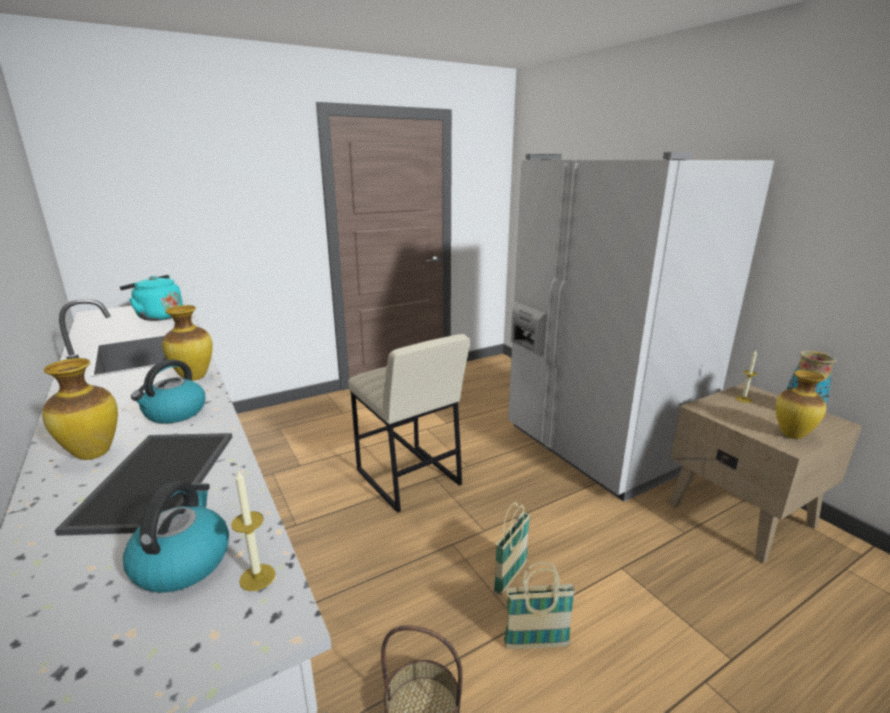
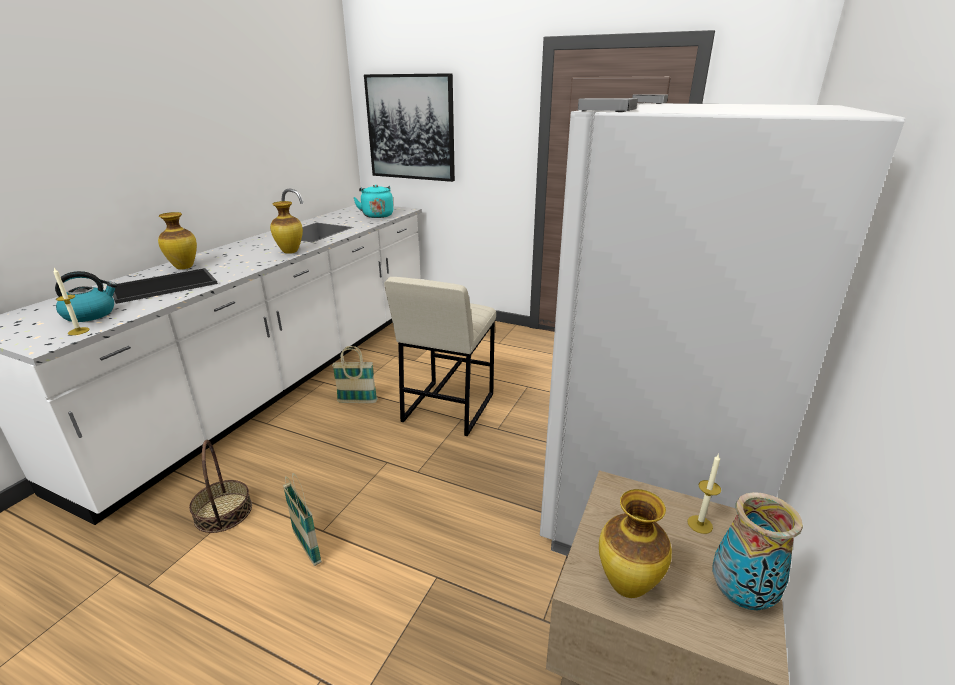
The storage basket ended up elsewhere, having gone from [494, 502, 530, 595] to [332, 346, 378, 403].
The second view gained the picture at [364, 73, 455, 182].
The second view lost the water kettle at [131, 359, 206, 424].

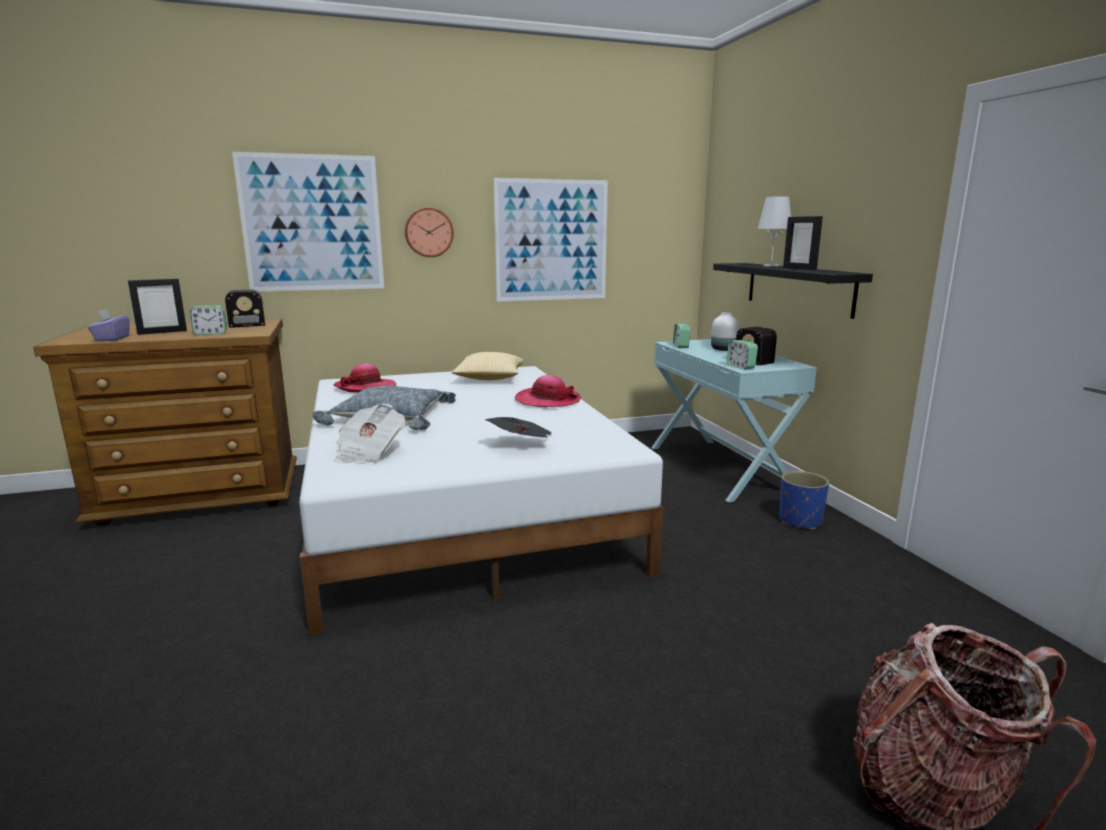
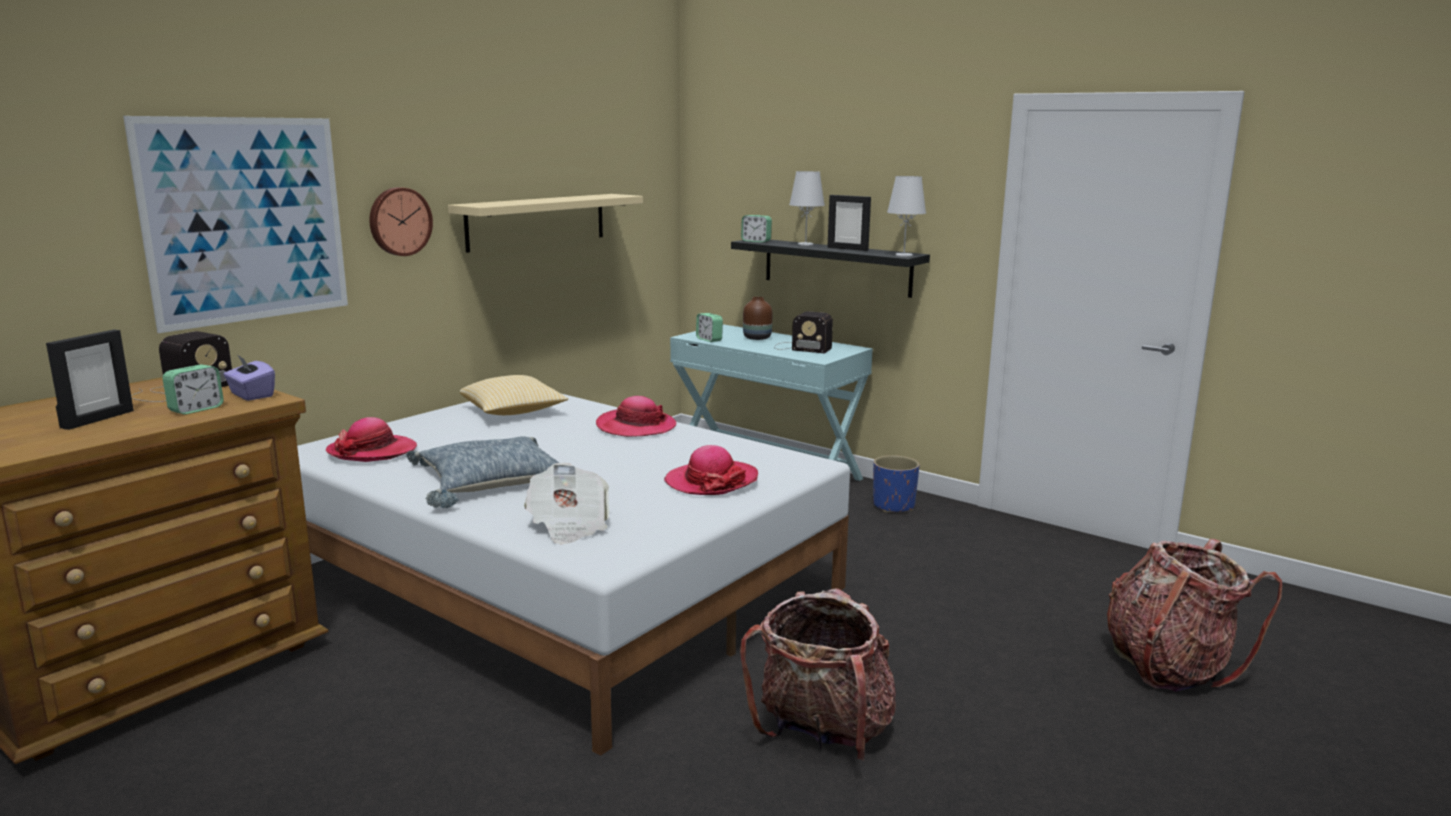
The purple-coloured box of tissues ended up elsewhere, having gone from [88, 309, 130, 341] to [223, 356, 275, 401].
Where the picture hung at [493, 178, 608, 302], the sand-coloured shelf came to hang at [448, 194, 643, 253].
Where the printed paper stood at [485, 417, 553, 437], the hat came to stand at [664, 445, 758, 495].
The second view gained the backpack at [740, 588, 896, 761].
The alarm clock ended up elsewhere, having gone from [727, 340, 758, 369] to [741, 215, 772, 243].
What was the white decorative vase at [711, 313, 739, 351] turned into the brownish decorative vase at [743, 297, 772, 340].
The second view gained the white tabletop lamp at [887, 176, 926, 257].

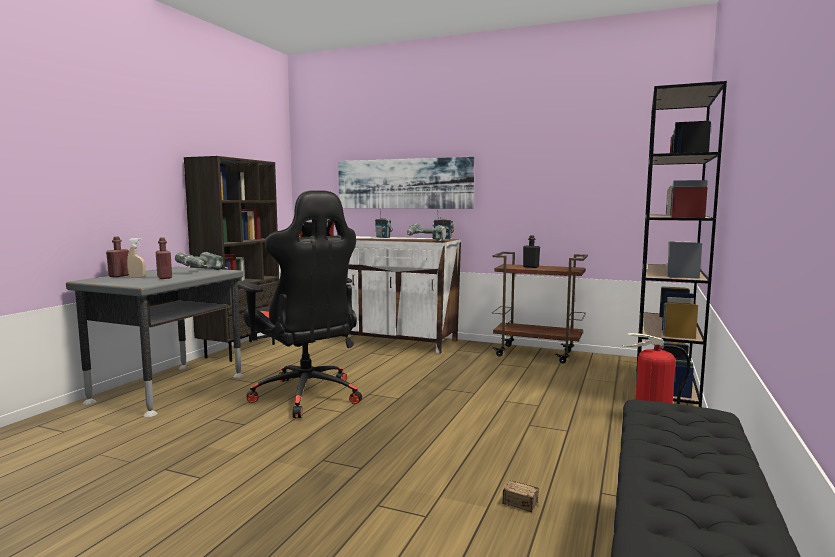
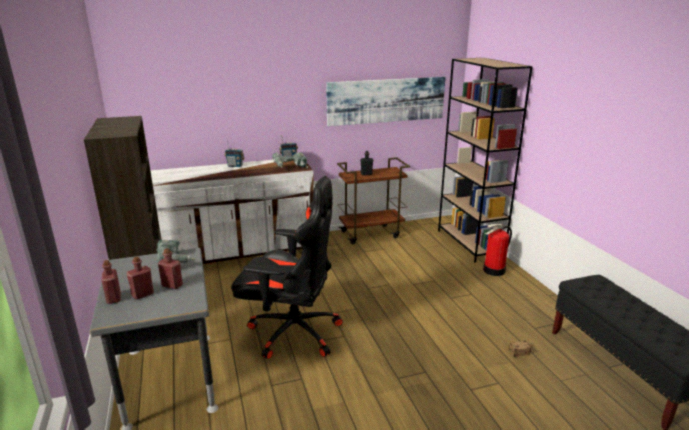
Where the sand-coloured hand sprayer stood at [127, 238, 146, 278], the red-coloured beverage bottle came to stand at [127, 257, 154, 299].
The picture ended up elsewhere, having gone from [338, 157, 474, 209] to [326, 77, 446, 126].

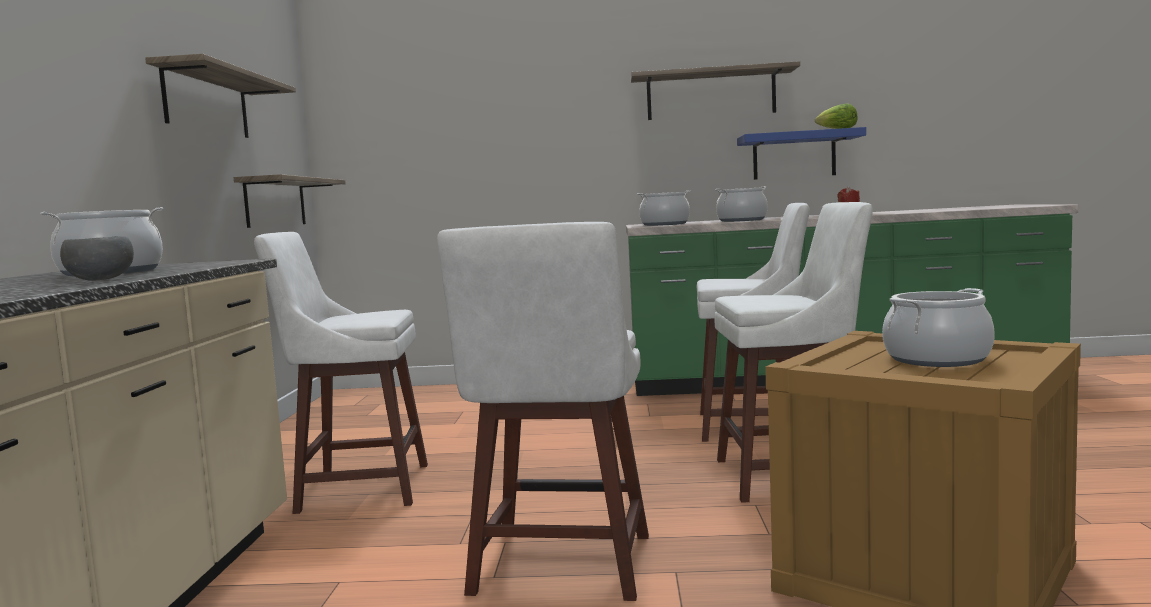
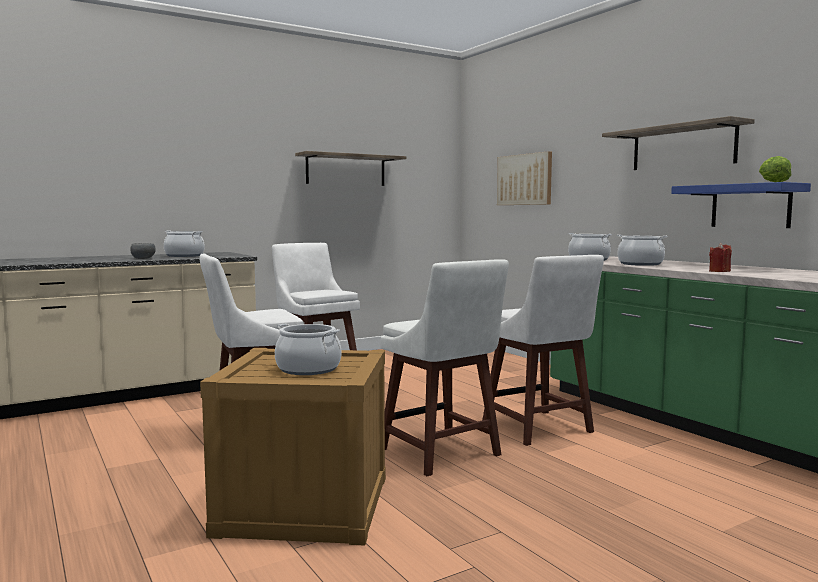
The second view gained the picture at [497, 151, 552, 205].
The second view lost the shelf at [234, 174, 346, 228].

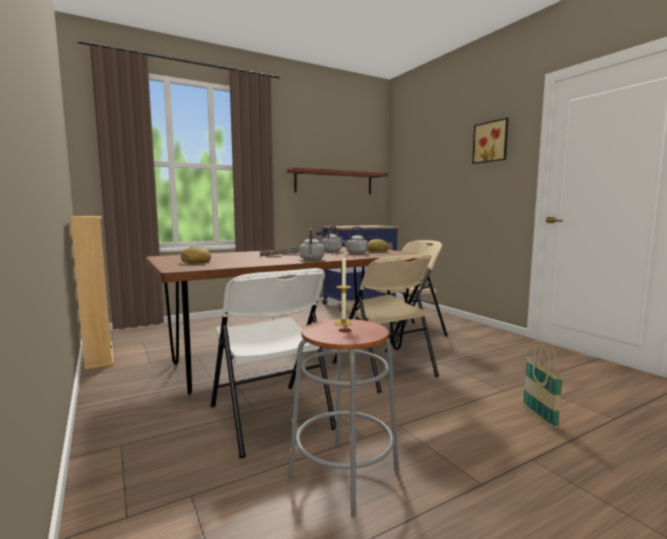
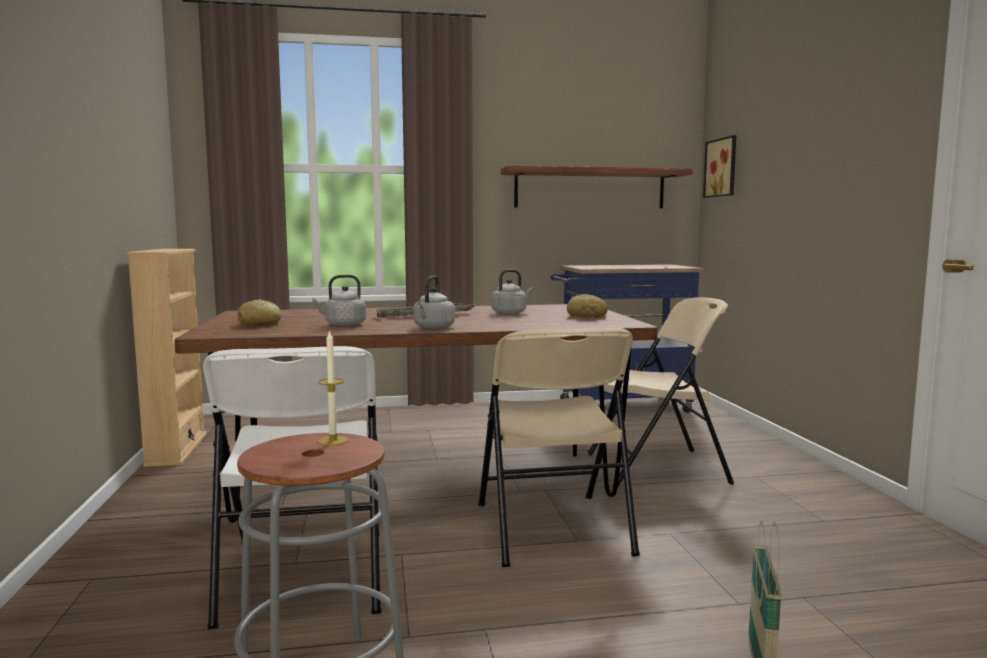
The gray water kettle ended up elsewhere, having gone from [342, 226, 368, 254] to [312, 275, 366, 326].
The picture ended up elsewhere, having gone from [472, 118, 508, 164] to [703, 135, 736, 198].

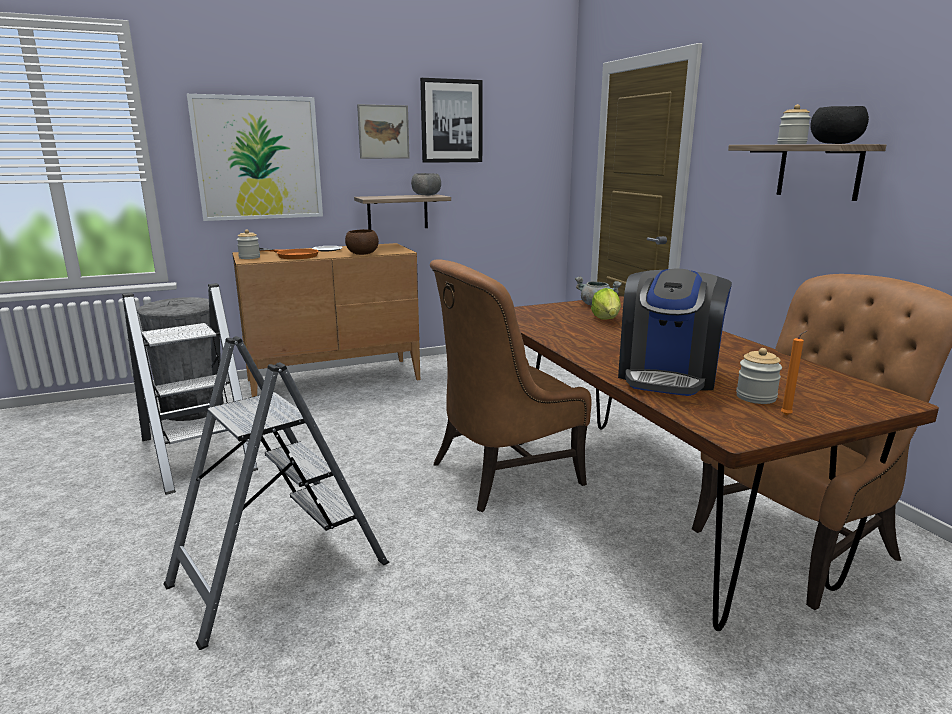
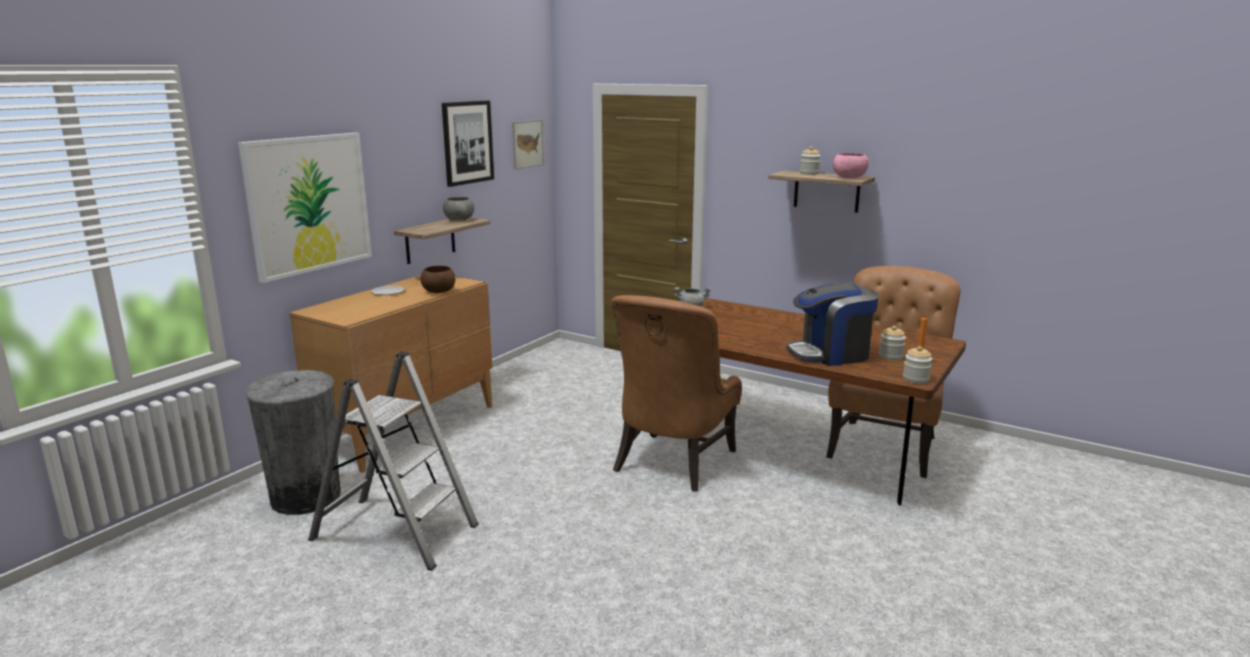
The picture ended up elsewhere, having gone from [357, 104, 410, 159] to [512, 119, 544, 169].
The coffee brewer at [618, 268, 732, 396] ended up facing another way, 90 degrees clockwise from before.
What was the blackish serving bowl at [810, 106, 869, 144] turned into the pink serving bowl at [833, 153, 868, 178].
The jar ended up elsewhere, having gone from [237, 230, 260, 259] to [903, 346, 932, 384].
The second view lost the gray step stool at [163, 336, 390, 650].
The second view lost the orange frying pan at [259, 248, 319, 259].
The second view lost the lettuce at [591, 288, 621, 319].

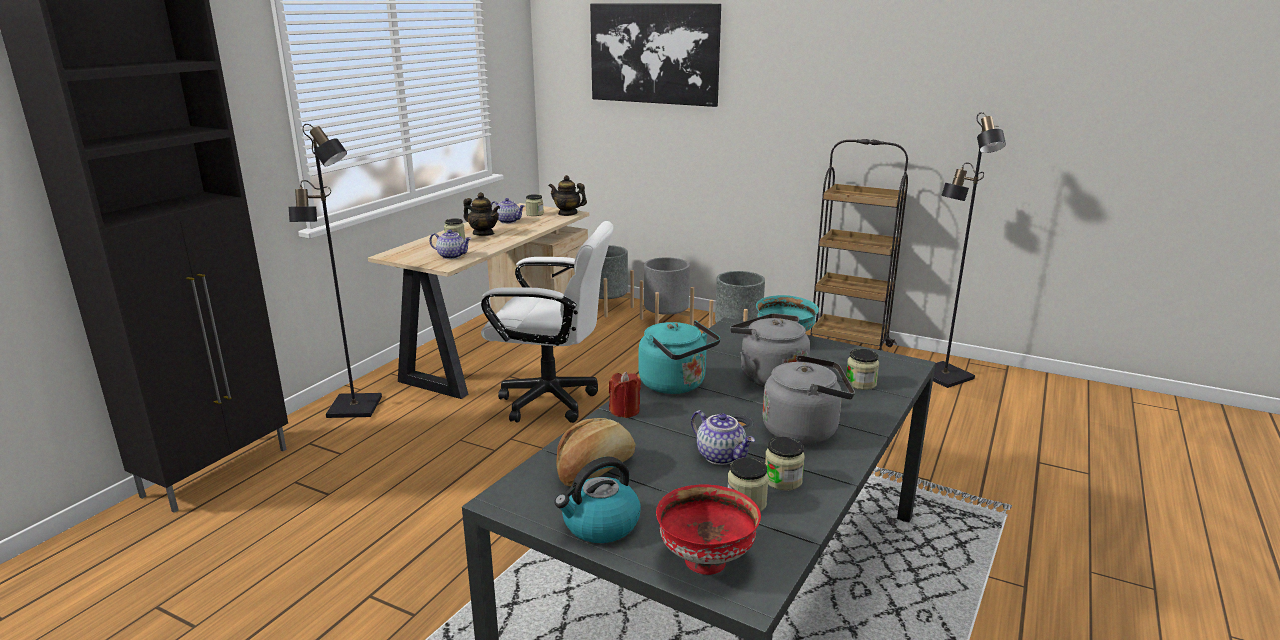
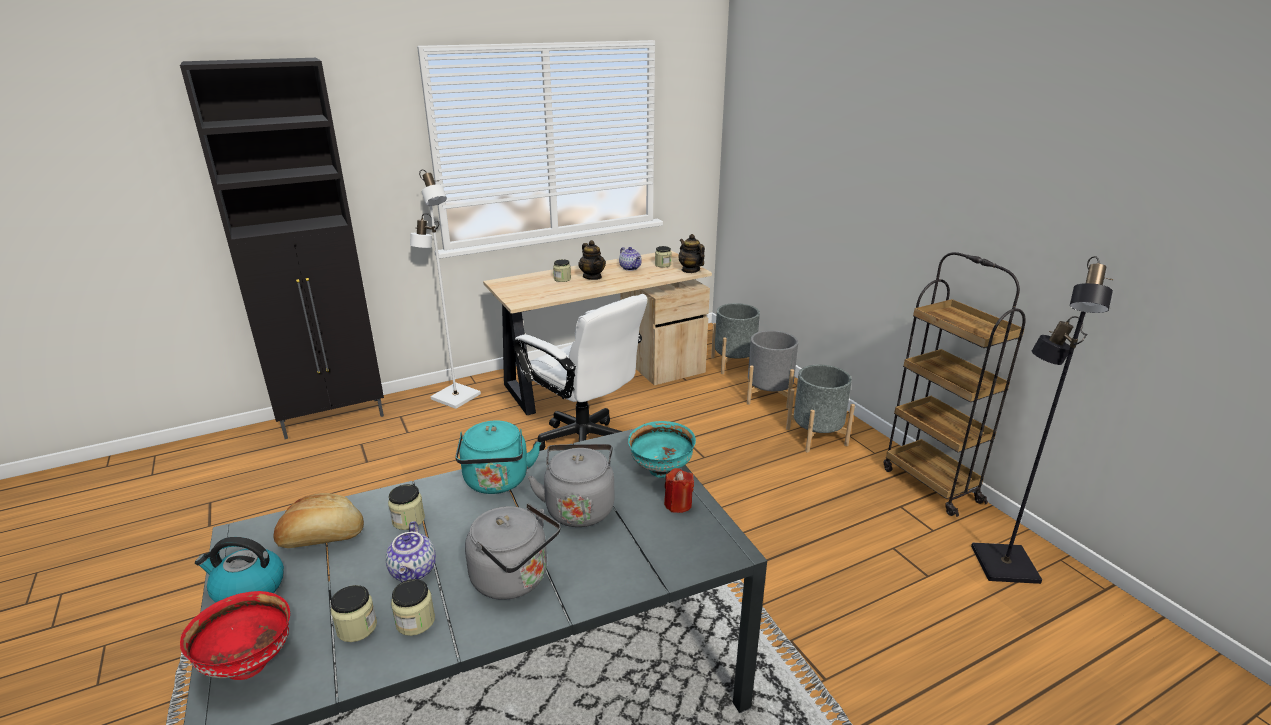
The jar ended up elsewhere, having gone from [846, 349, 879, 390] to [388, 484, 425, 530].
What was the blackish standard lamp at [289, 124, 382, 418] turned into the white standard lamp at [410, 169, 481, 409].
The red-coloured wax candle ended up elsewhere, having gone from [609, 371, 641, 418] to [664, 468, 694, 513].
The second view lost the tea pot at [429, 229, 471, 259].
The second view lost the picture at [590, 3, 721, 107].

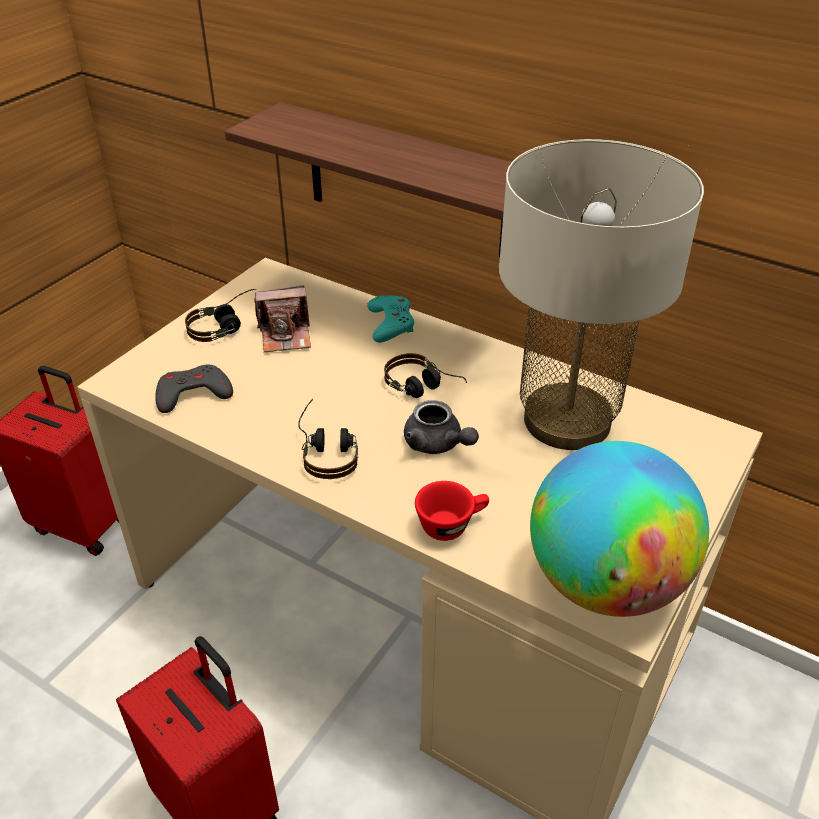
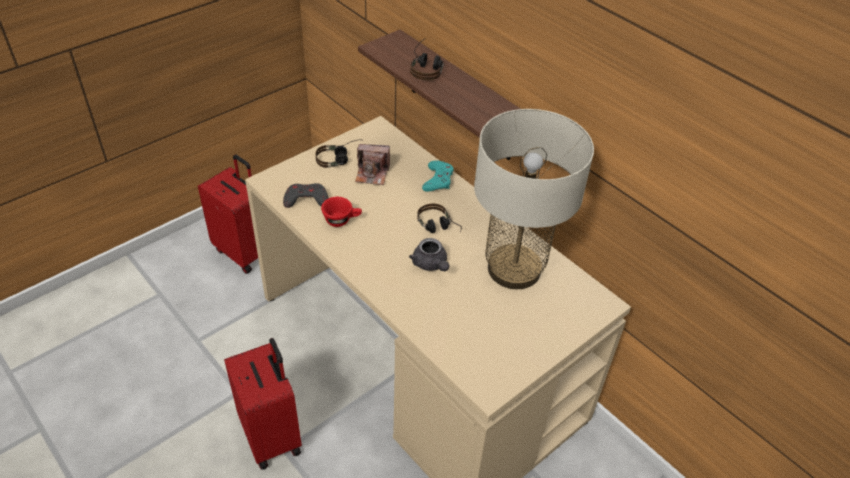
The red-coloured small cup ended up elsewhere, having gone from [415, 481, 489, 541] to [321, 197, 362, 227].
The headphones ended up elsewhere, having gone from [299, 399, 358, 479] to [410, 38, 444, 80].
The second view lost the globe at [530, 441, 709, 617].

